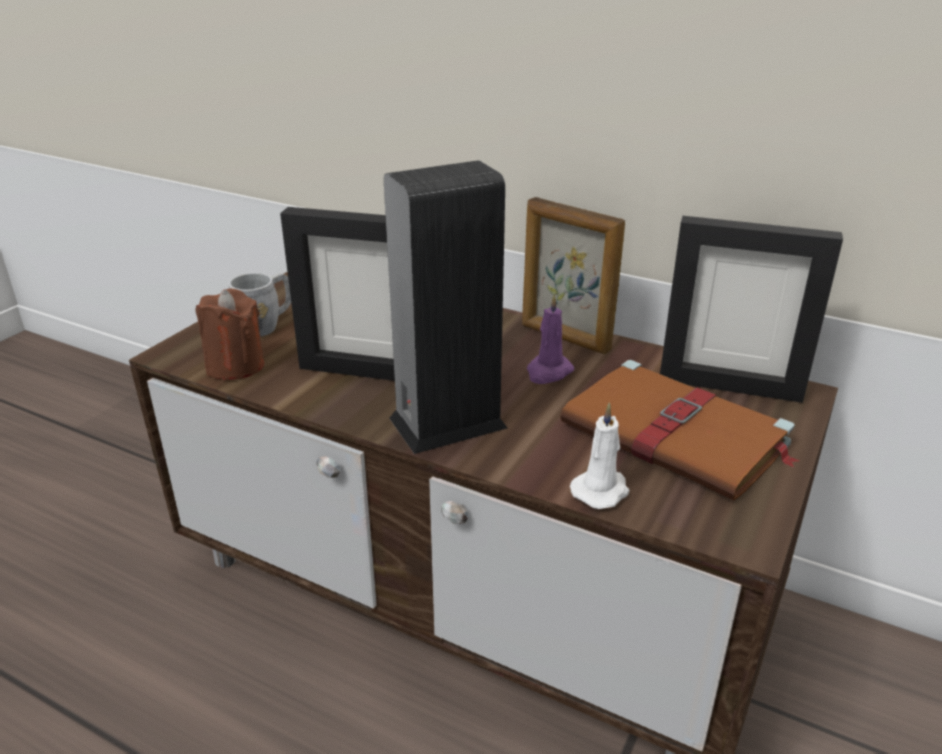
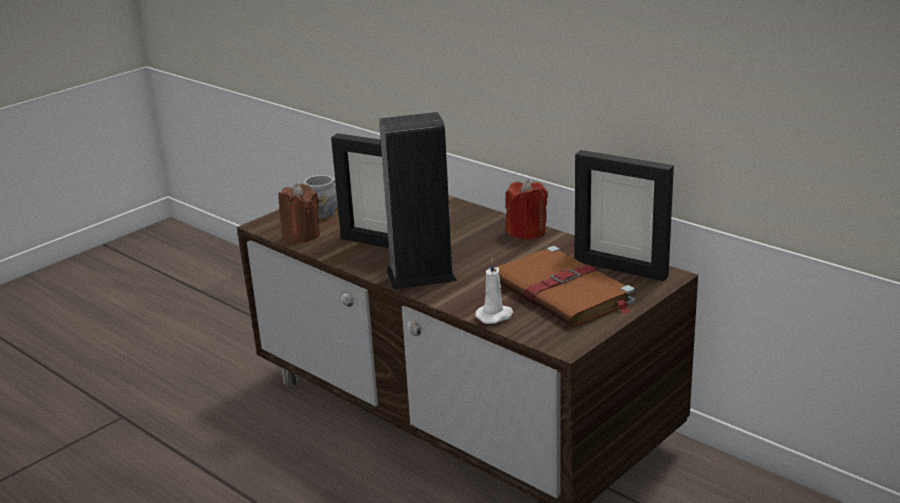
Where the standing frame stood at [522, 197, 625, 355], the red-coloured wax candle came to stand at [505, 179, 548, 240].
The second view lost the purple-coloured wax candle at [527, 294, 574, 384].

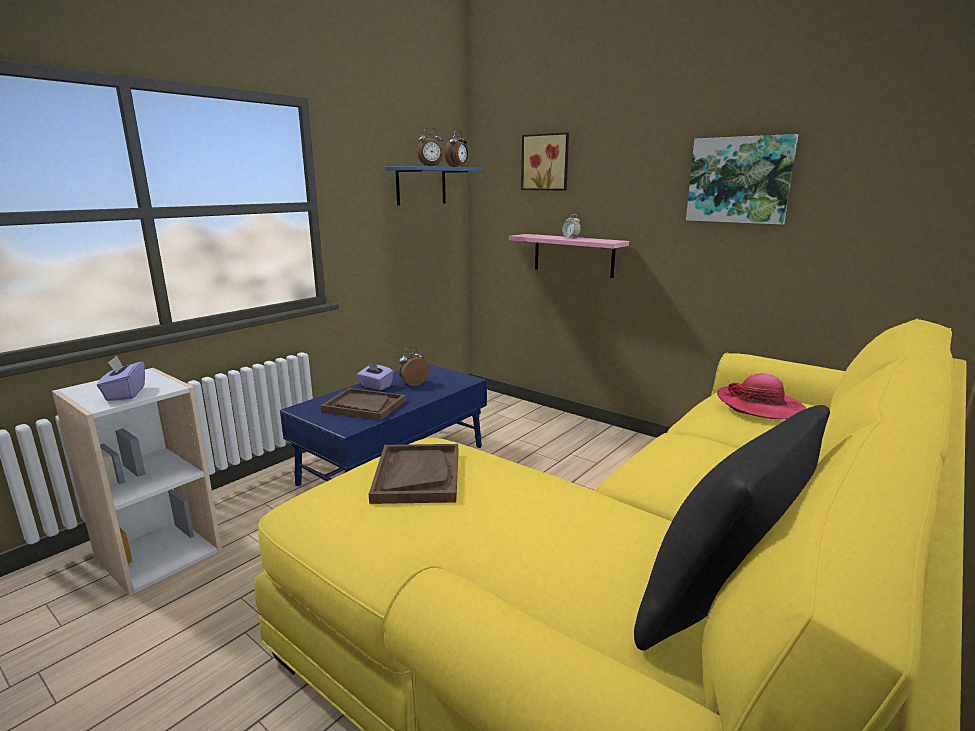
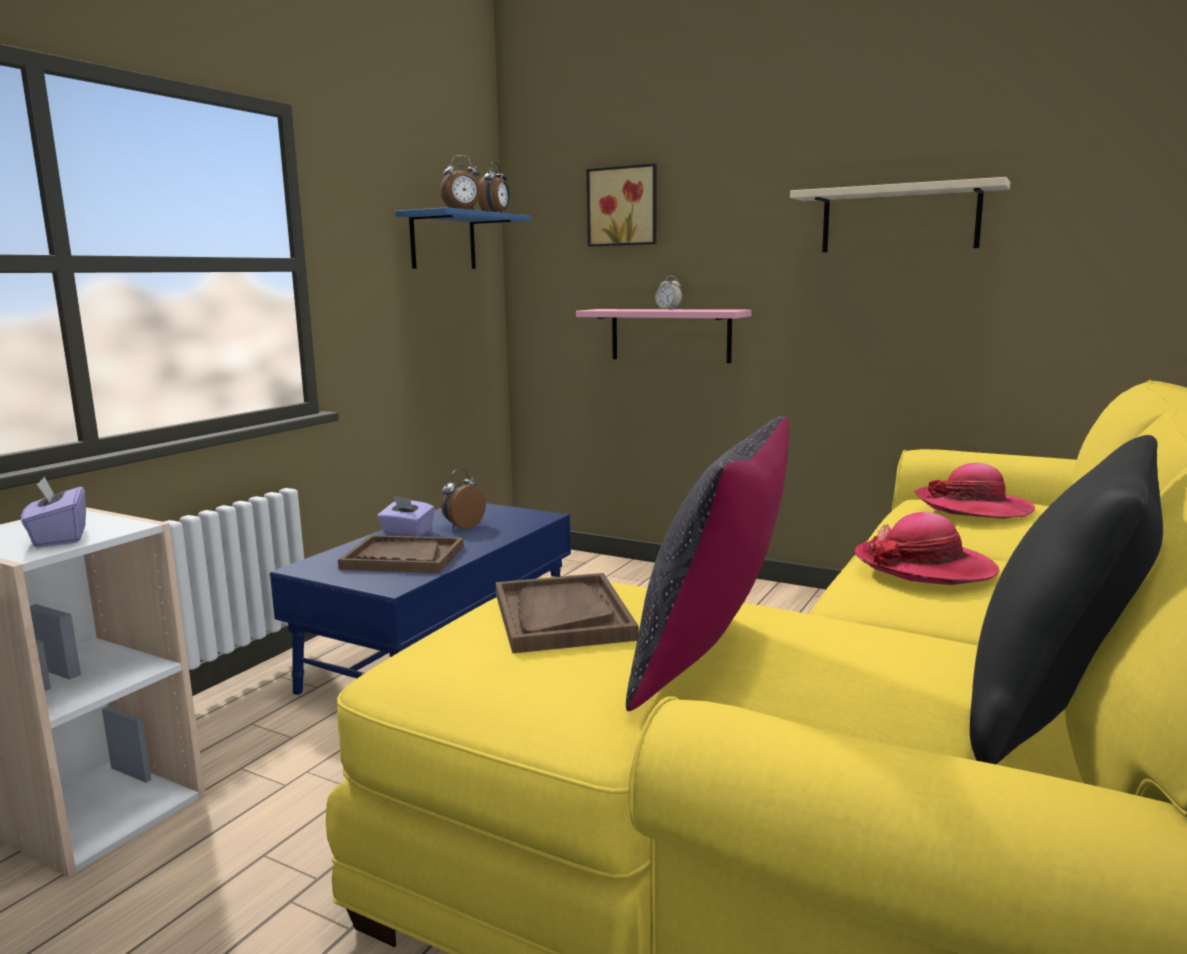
The second view gained the blackish pillow at [626, 416, 790, 711].
Where the picture hung at [686, 134, 798, 225], the sand-coloured shelf came to hang at [790, 177, 1011, 252].
The second view gained the hat at [855, 512, 999, 585].

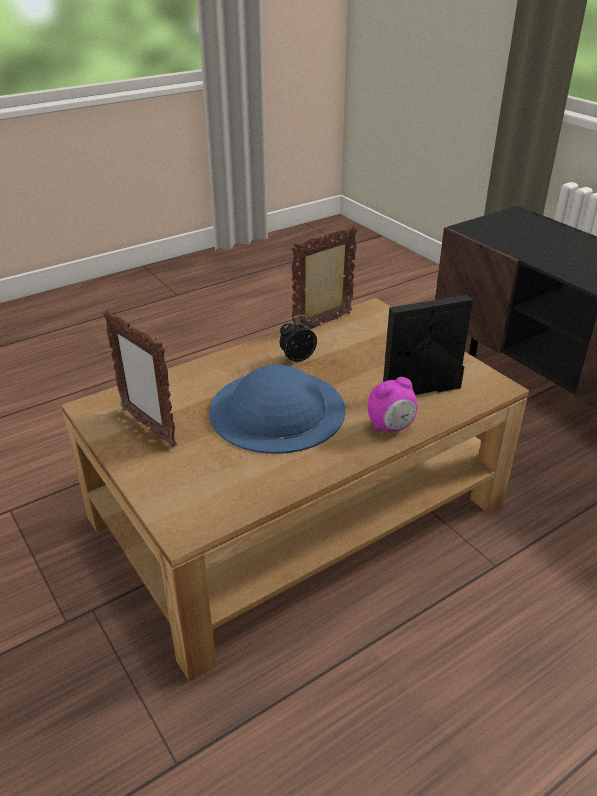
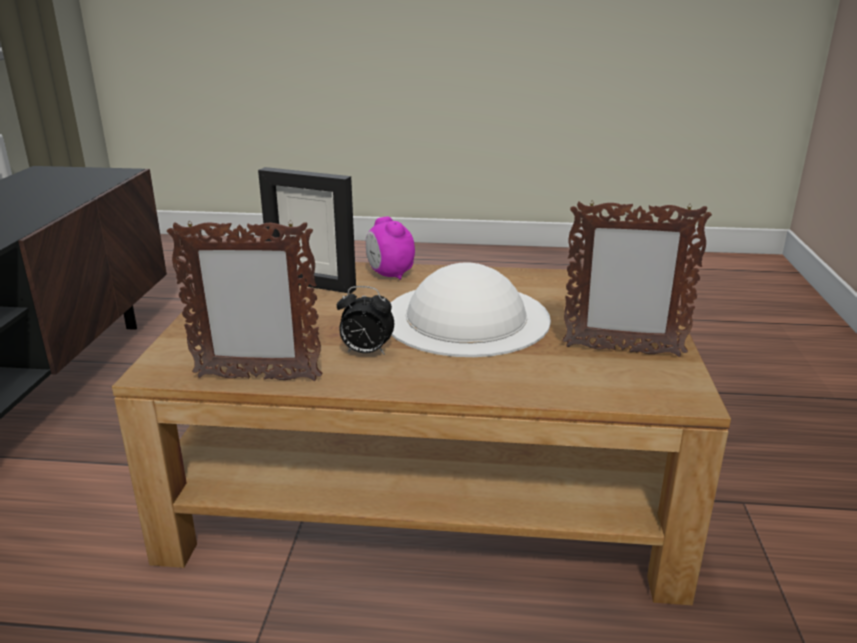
The alarm clock at [368, 377, 418, 432] ended up facing another way, 135 degrees counterclockwise from before.
What was the bluish hat at [209, 365, 346, 454] turned into the white hat at [391, 262, 551, 357].
The standing frame at [103, 310, 177, 447] ended up facing another way, 105 degrees clockwise from before.

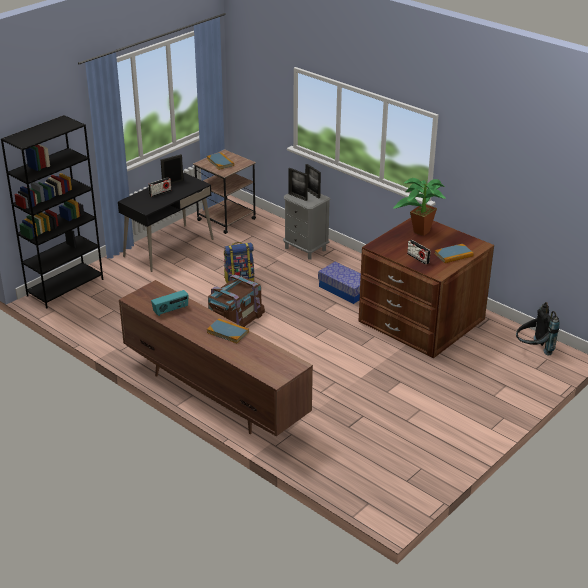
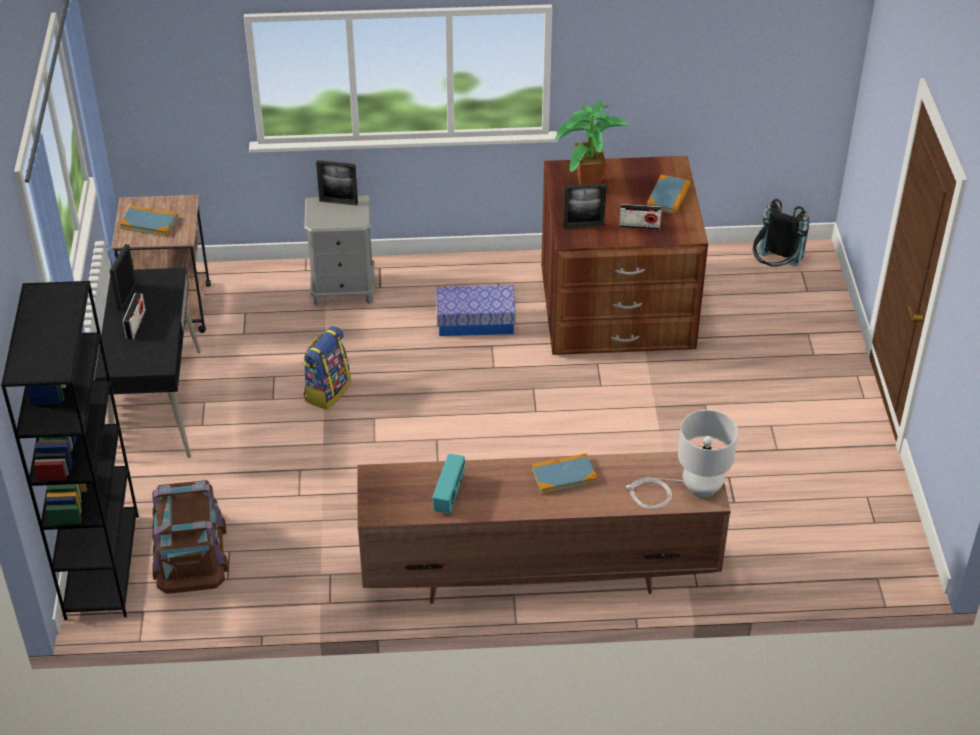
The brownish storage box ended up elsewhere, having gone from [208, 274, 265, 327] to [152, 480, 228, 594].
The standing frame ended up elsewhere, having gone from [288, 168, 308, 201] to [564, 183, 607, 229].
The second view gained the gray tabletop lamp at [626, 410, 738, 509].

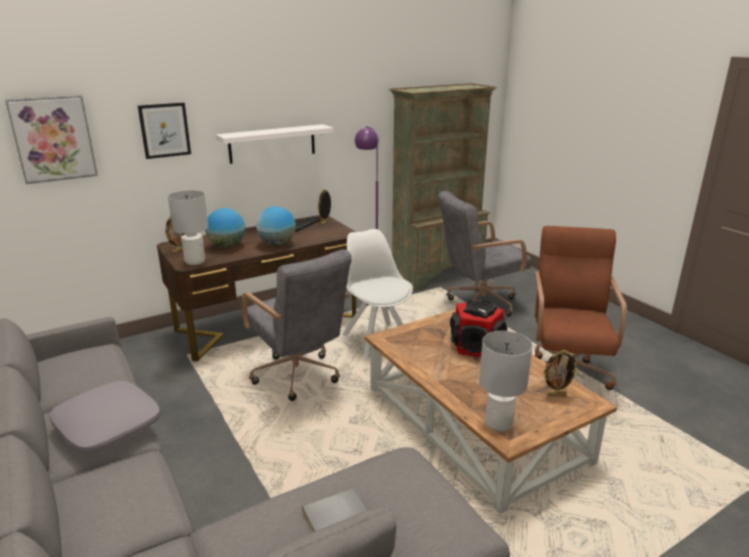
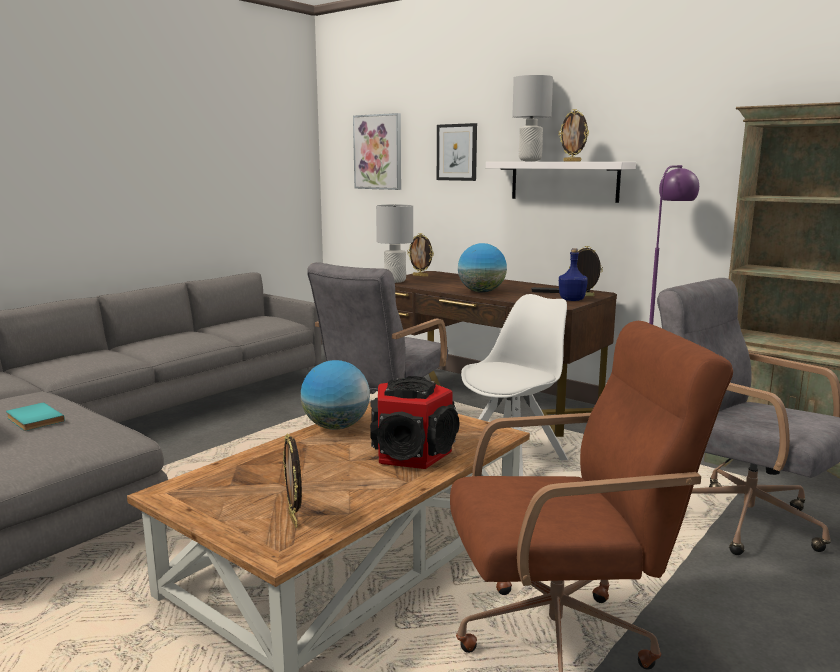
What was the gray bound book at [302, 488, 367, 532] turned into the turquoise-coloured bound book at [6, 402, 65, 431].
The globe ended up elsewhere, having gone from [205, 208, 246, 248] to [301, 360, 370, 430].
The gray tabletop lamp ended up elsewhere, having gone from [479, 331, 533, 432] to [512, 75, 553, 161].
The second view gained the standing frame at [558, 109, 589, 161].
The second view gained the bluish beverage bottle at [559, 248, 588, 301].
The second view lost the gray pillow at [50, 381, 160, 453].

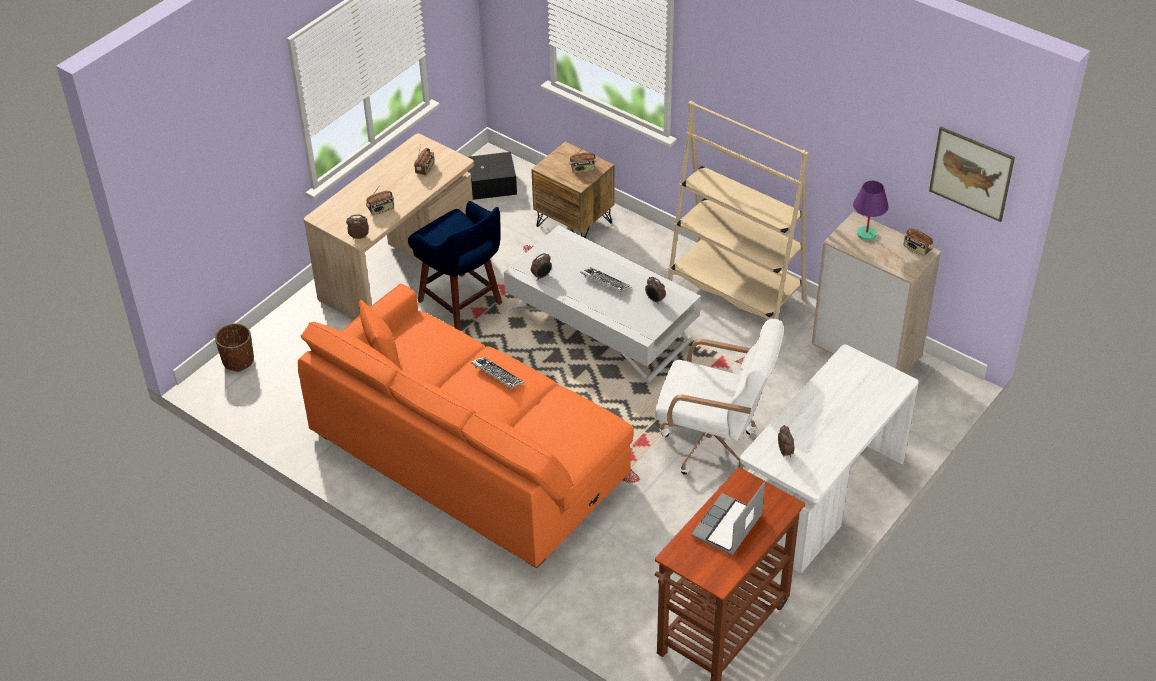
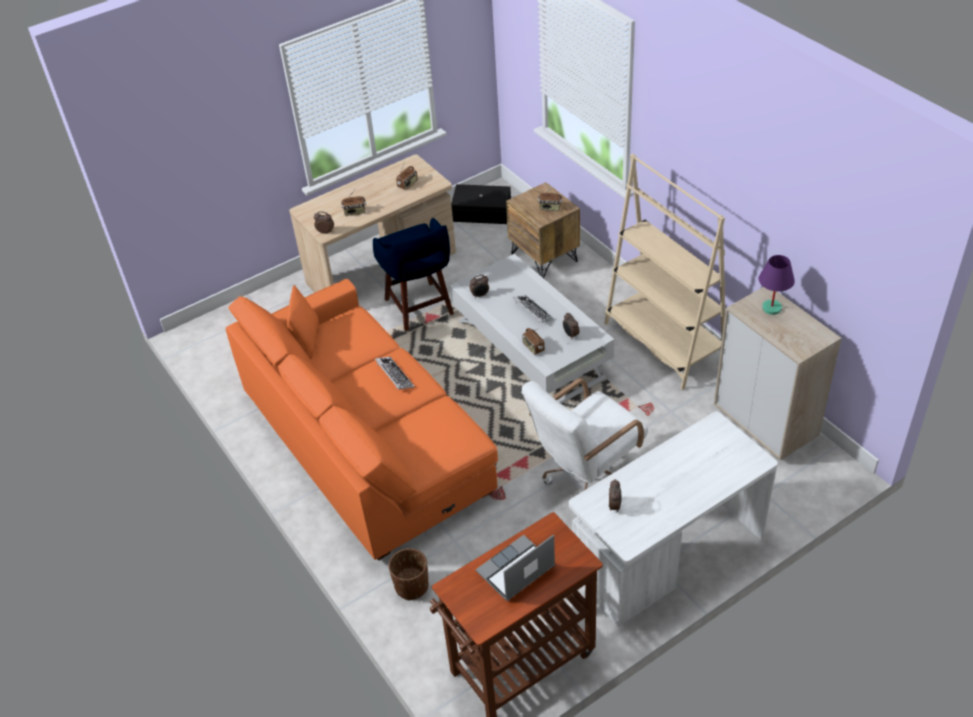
The brownish planter ended up elsewhere, having gone from [215, 323, 254, 372] to [389, 548, 428, 600].
The white computer chair at [655, 319, 784, 475] ended up facing another way, 105 degrees clockwise from before.
The radio set ended up elsewhere, having gone from [903, 226, 933, 256] to [522, 328, 545, 355].
The second view lost the picture at [929, 127, 1015, 222].

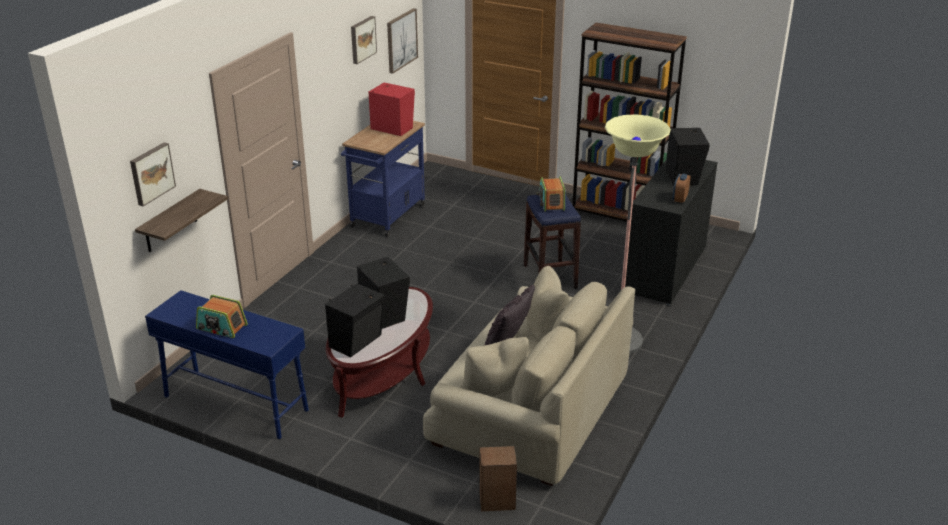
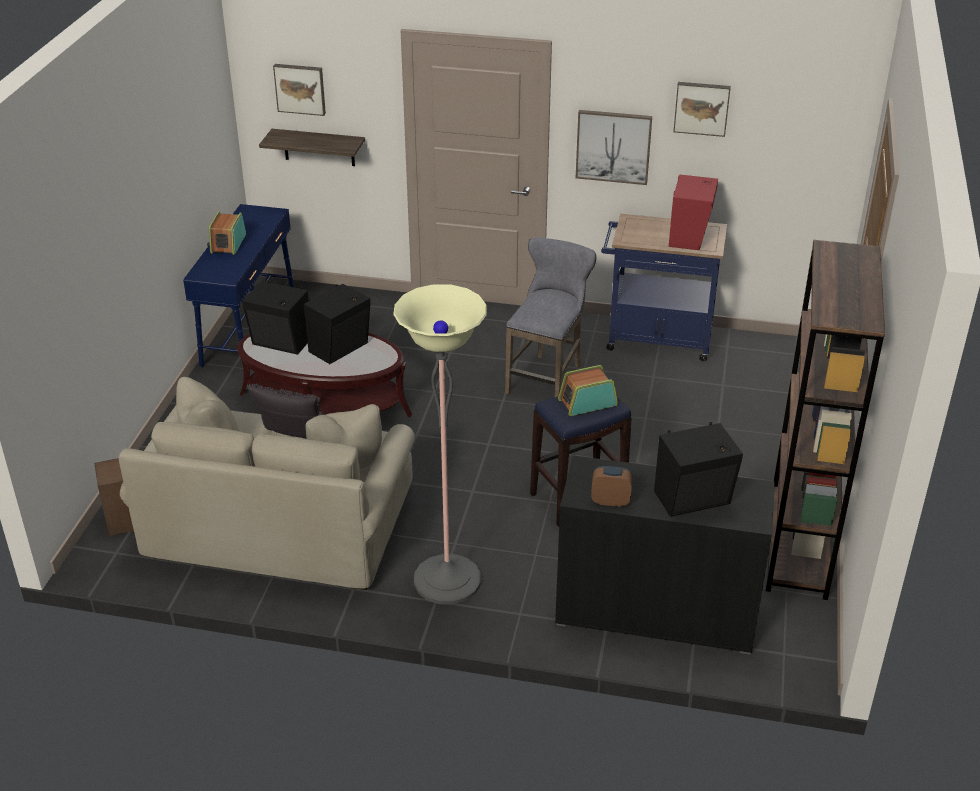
The second view gained the gray sitting stool at [505, 238, 596, 397].
The picture ended up elsewhere, having gone from [387, 8, 418, 74] to [576, 110, 652, 185].

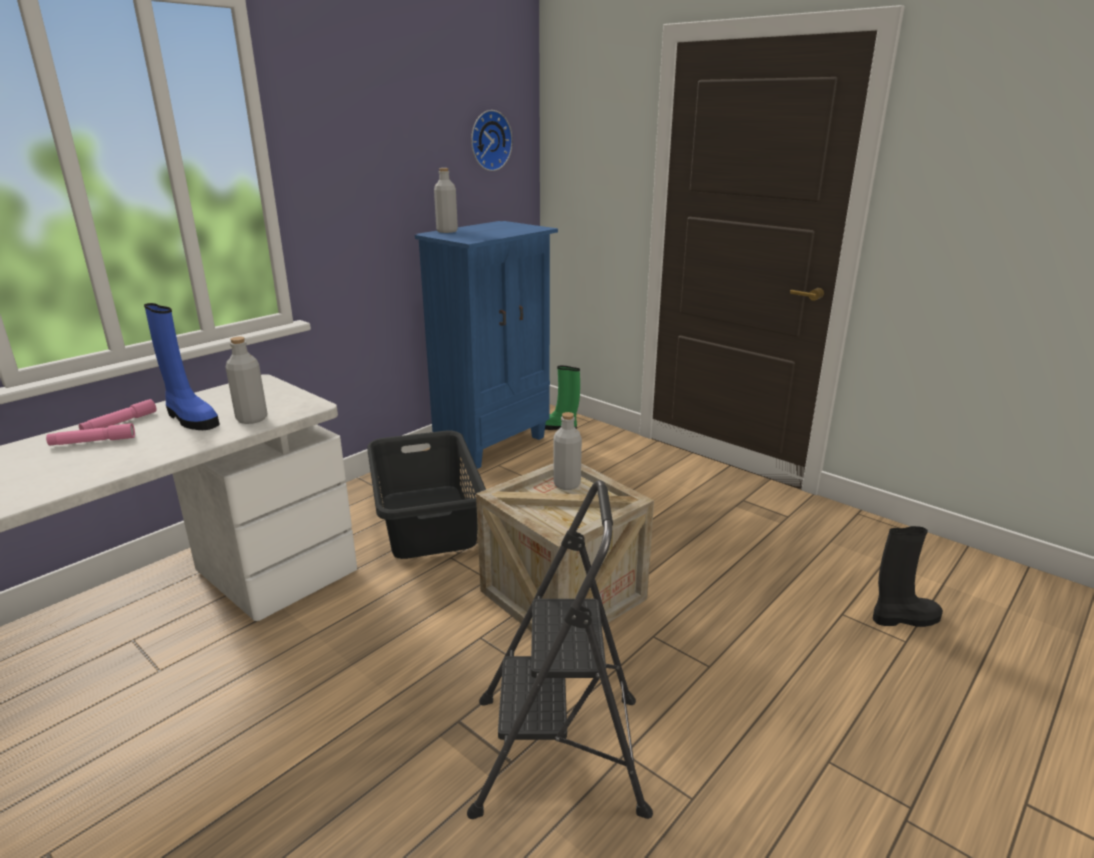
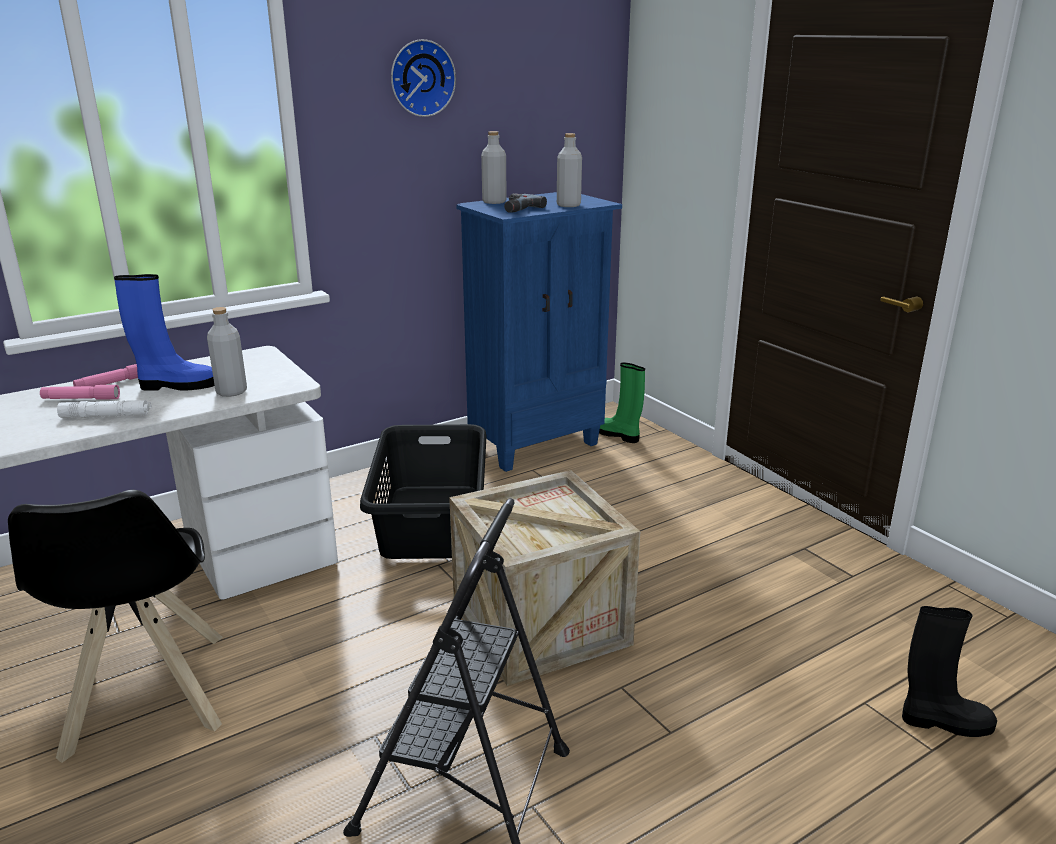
The second view gained the blackish plain chair at [8, 490, 223, 763].
The second view gained the white torch at [57, 400, 152, 418].
The bluish high-top boot at [144, 303, 219, 430] ended up facing another way, 60 degrees counterclockwise from before.
The hanging clock ended up elsewhere, having gone from [471, 110, 513, 171] to [391, 39, 456, 117].
The second view gained the power drill at [504, 193, 547, 213].
The gray beverage bottle ended up elsewhere, having gone from [553, 412, 582, 490] to [557, 133, 582, 207].

